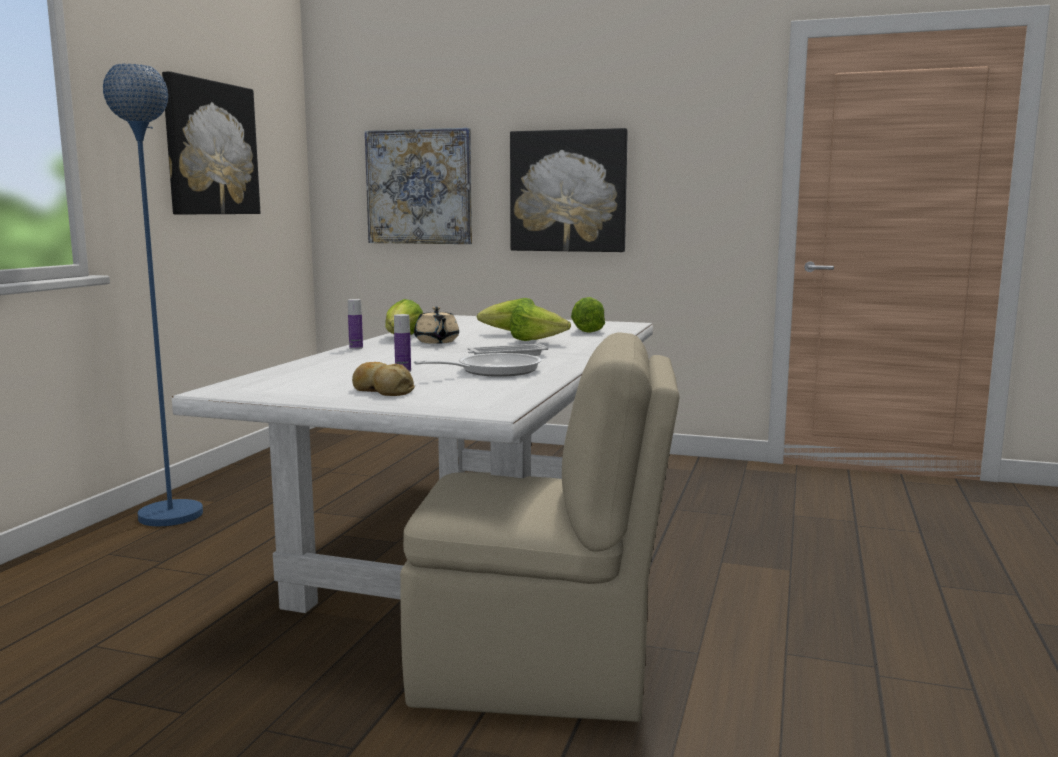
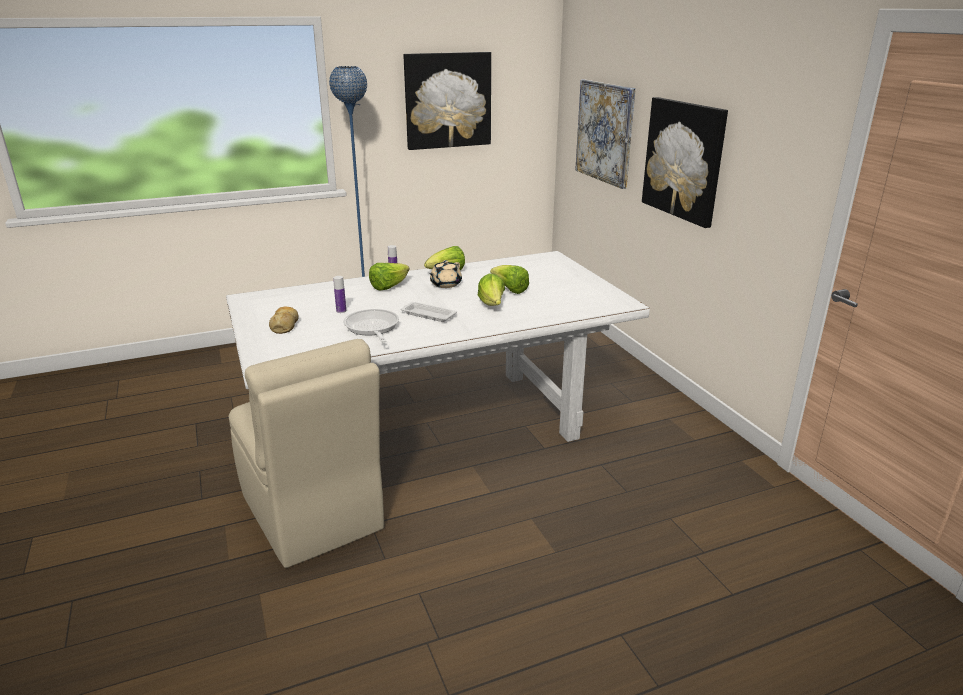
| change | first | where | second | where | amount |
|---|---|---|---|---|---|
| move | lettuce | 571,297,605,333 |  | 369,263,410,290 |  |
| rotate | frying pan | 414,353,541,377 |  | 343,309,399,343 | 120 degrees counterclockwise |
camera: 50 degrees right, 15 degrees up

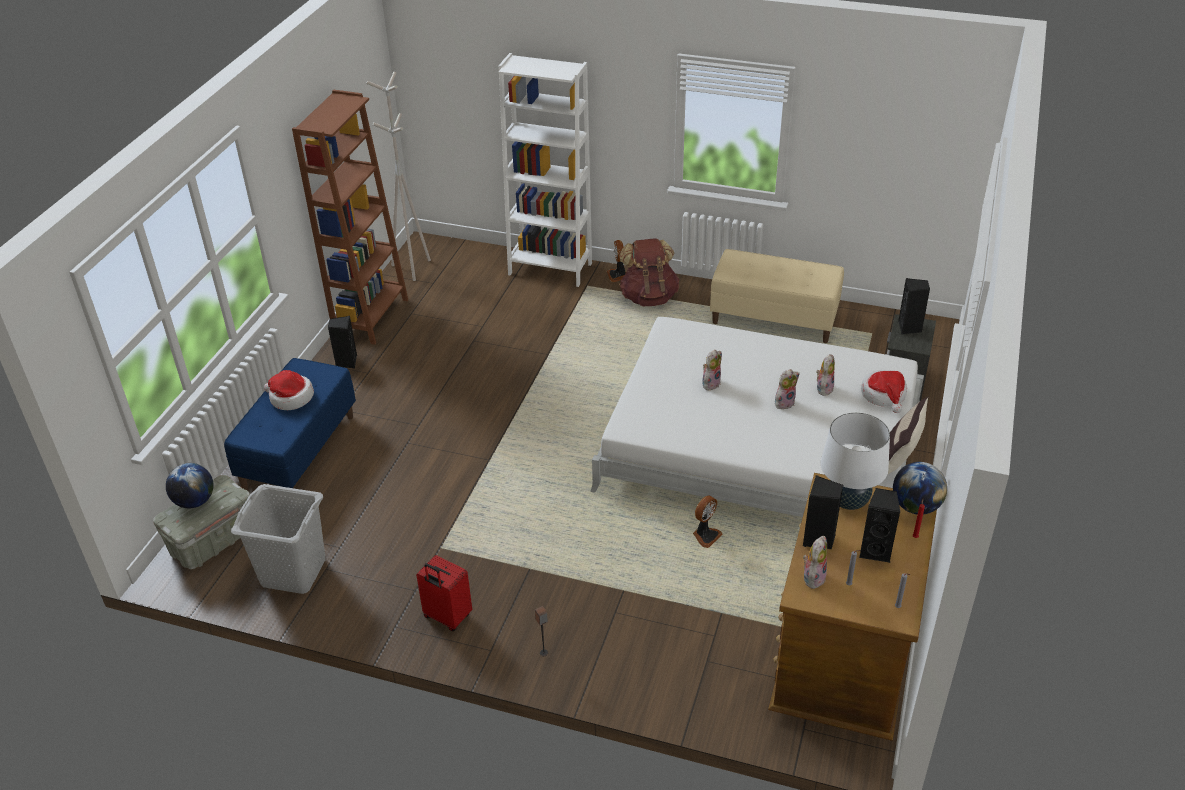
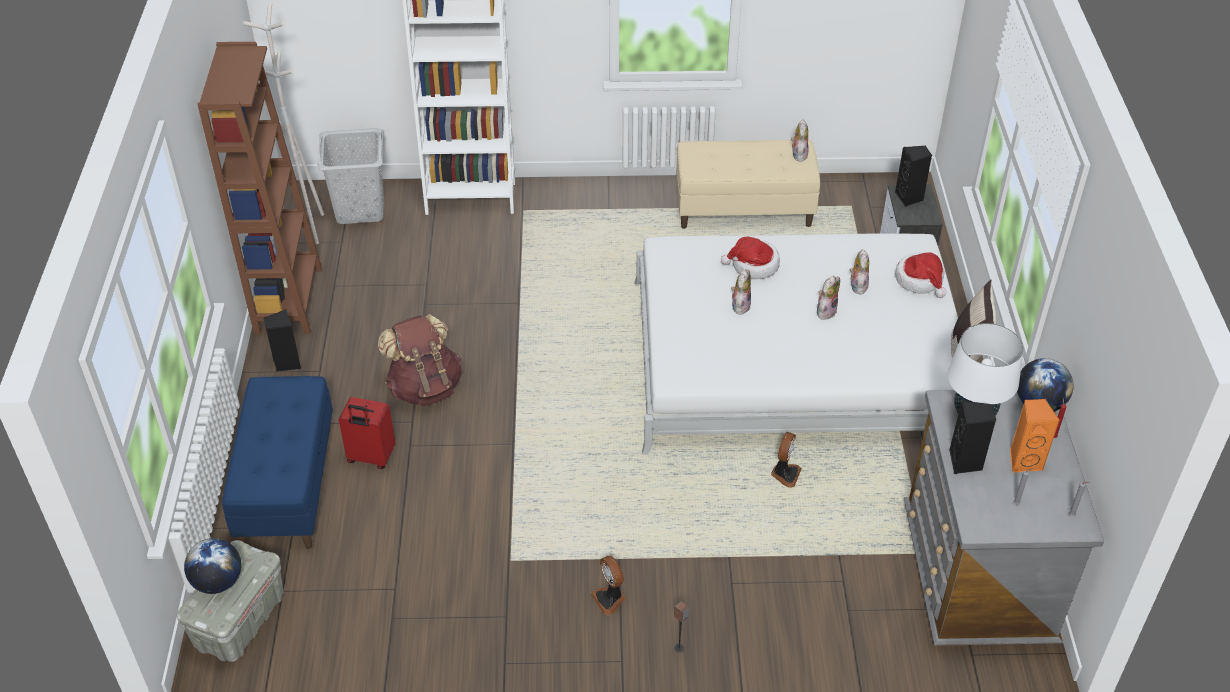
| change | first | where | second | where | amount |
|---|---|---|---|---|---|
| move | laundry basket (grey) | 231,484,326,594 |  | 318,128,384,224 |  |
| move | hat | 264,370,314,410 |  | 721,236,780,279 |  |
| move | suitcase (red) | 416,555,472,631 |  | 339,397,396,469 |  |
| move | fan | 607,240,626,282 |  | 591,556,626,615 |  |
| move | backpack (brown) | 619,238,680,306 |  | 378,314,462,406 |  |
| move | plush toy | 803,536,827,589 |  | 791,120,809,162 |  |
| recolor | dresser (brown) | 768,473,937,741 | dresser (grey) | 904,390,1104,646 |  |
| recolor | speaker (black) | 859,488,900,563 | speaker (orange) | 1010,399,1060,473 |  |
camera: 20 degrees left, 5 degrees up

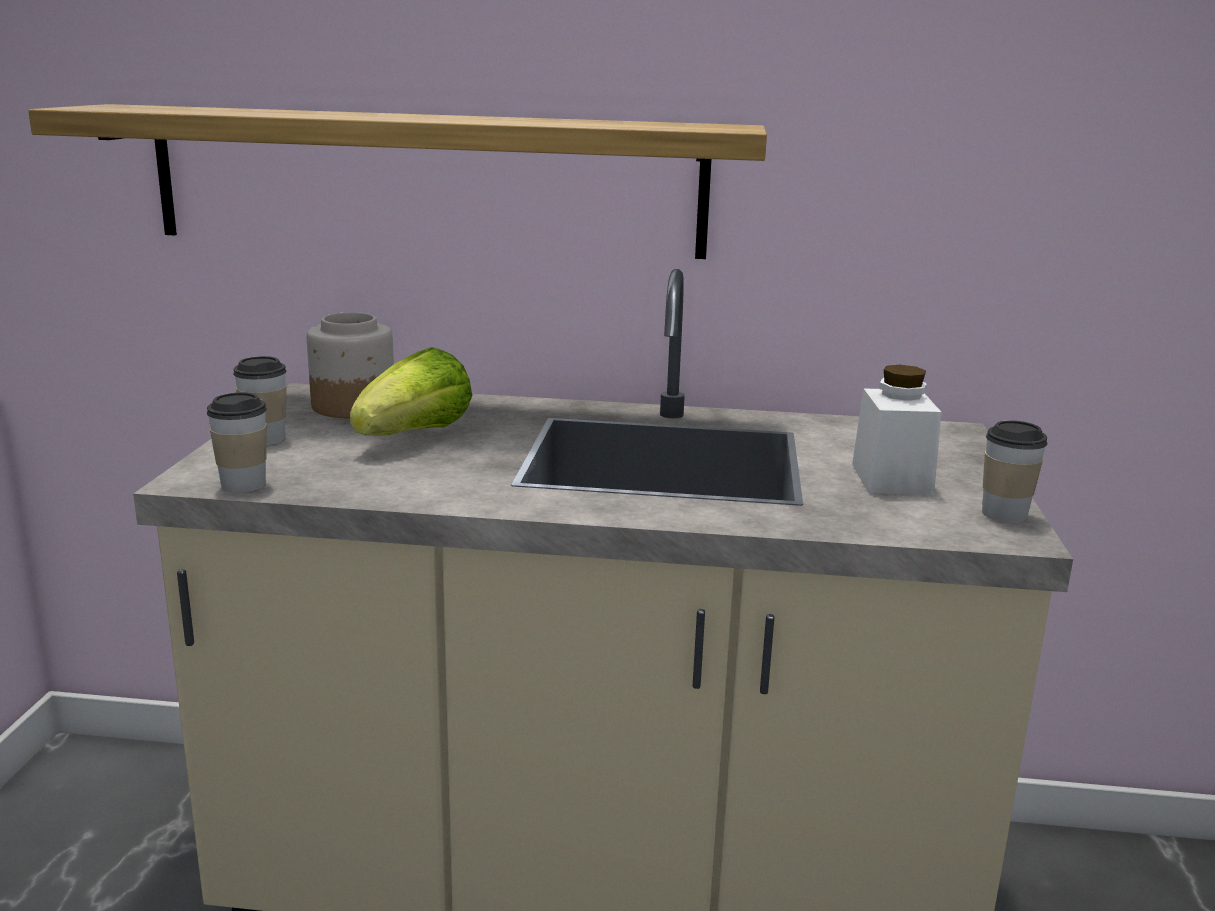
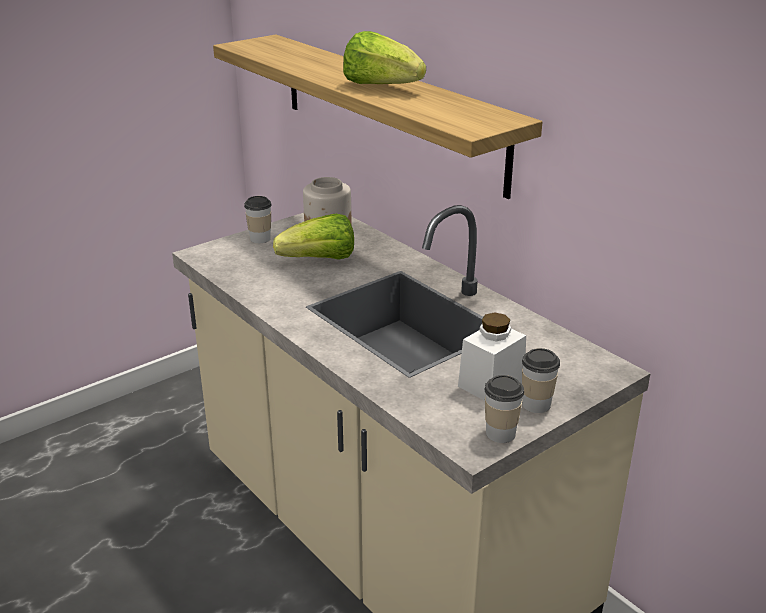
| change | first | where | second | where | amount |
|---|---|---|---|---|---|
| insert |  |  | lettuce | 343,31,426,84 |  |
| move | cup | 207,392,267,493 |  | 522,348,560,413 |  |
camera: 45 degrees right, 10 degrees up

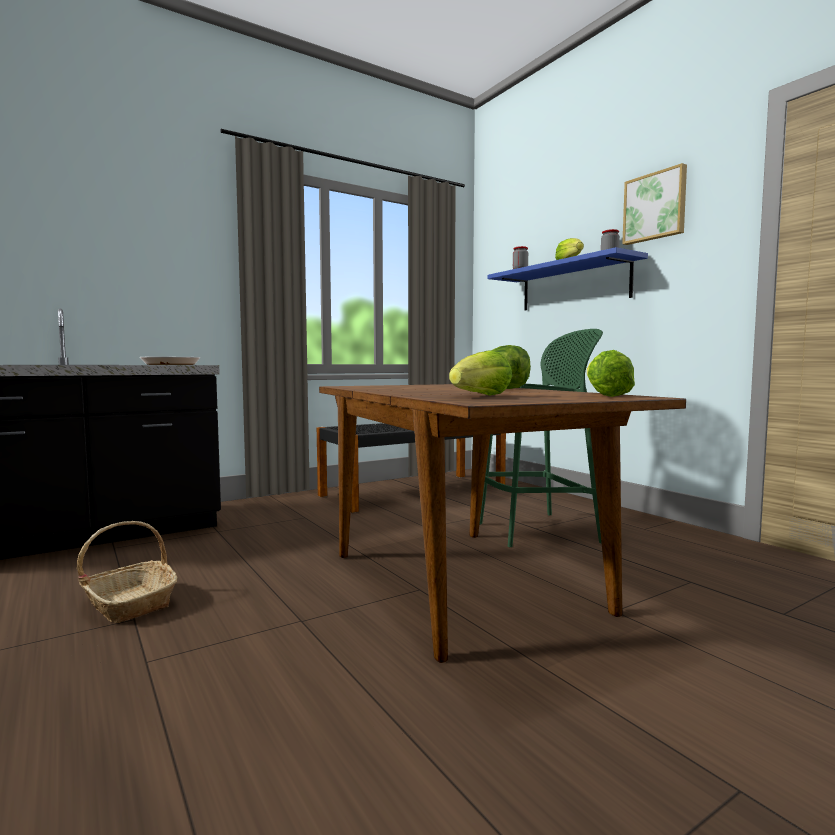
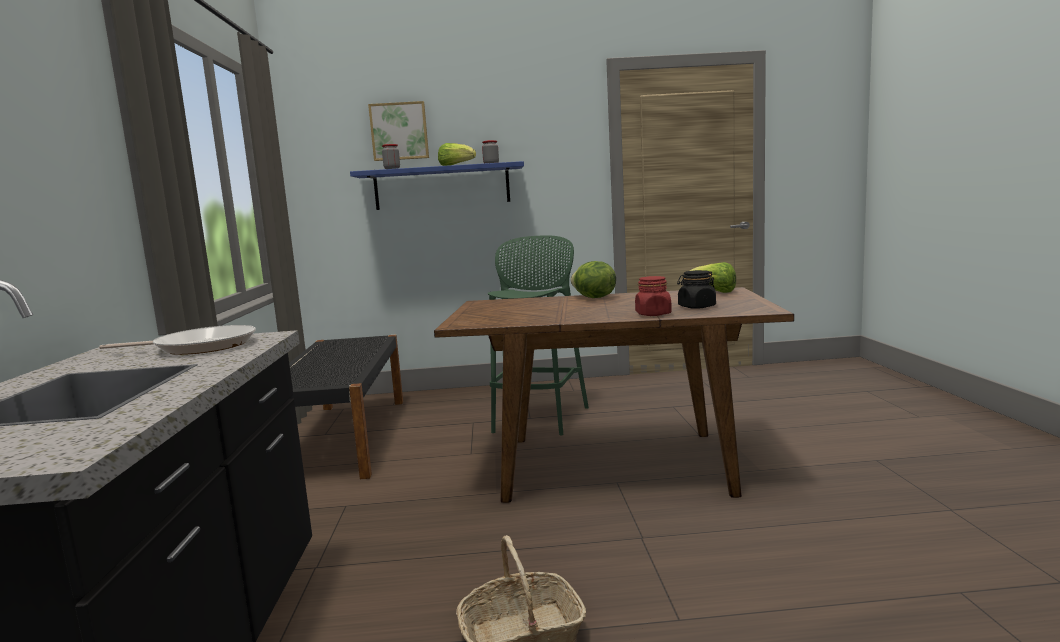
| change | first | where | second | where | amount |
|---|---|---|---|---|---|
| insert |  |  | jar (red) | 635,276,672,316 |  |
| move | picture | 622,163,687,245 |  | 368,101,429,161 |  |
| replace | lettuce | 449,350,512,396 | jar (black) | 677,270,716,309 |  |
camera: 60 degrees left, 5 degrees up

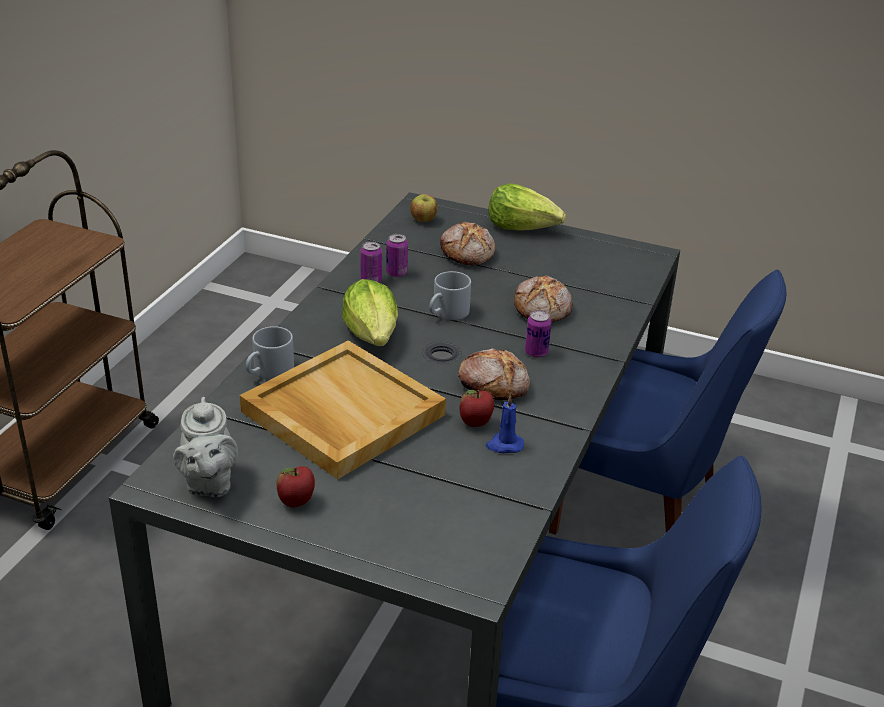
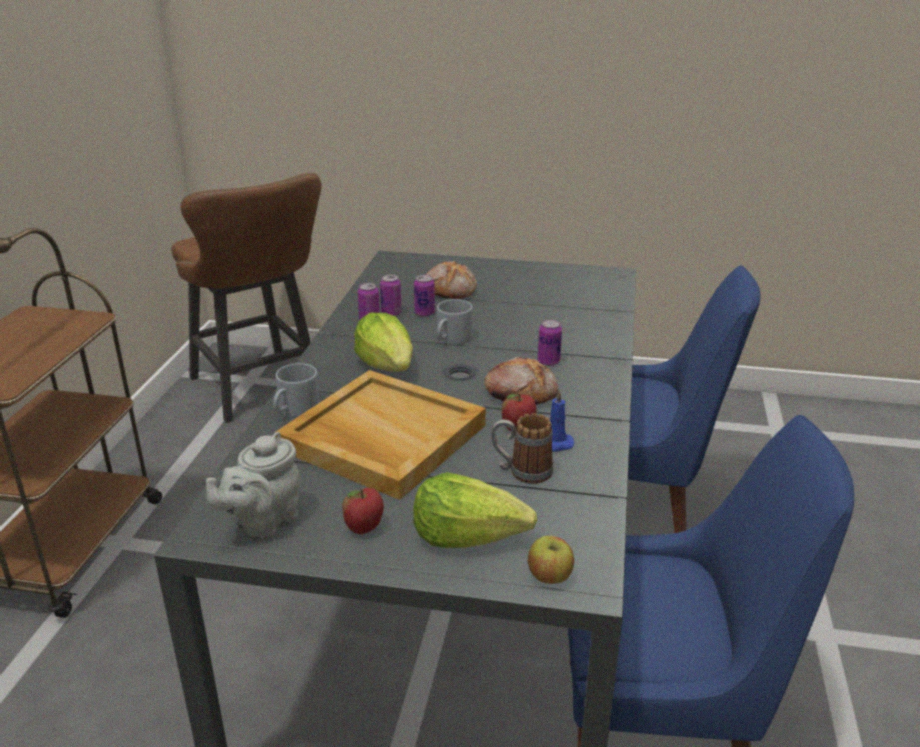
| change | first | where | second | where | amount |
|---|---|---|---|---|---|
| delete | bread | 514,275,573,322 |  |  |  |
| insert |  |  | stool (brown) | 171,173,321,423 |  |
| insert |  |  | can | 414,275,435,317 |  |
| insert |  |  | mug | 491,413,553,484 |  |
| move | apple | 410,194,438,222 |  | 528,536,574,584 |  |
| move | lettuce | 488,183,566,231 |  | 413,472,537,548 |  |
| rotate | teapot (grey) | 173,397,238,497 |  | 206,432,300,541 | 60 degrees clockwise |
camera: 10 degrees left, 5 degrees down

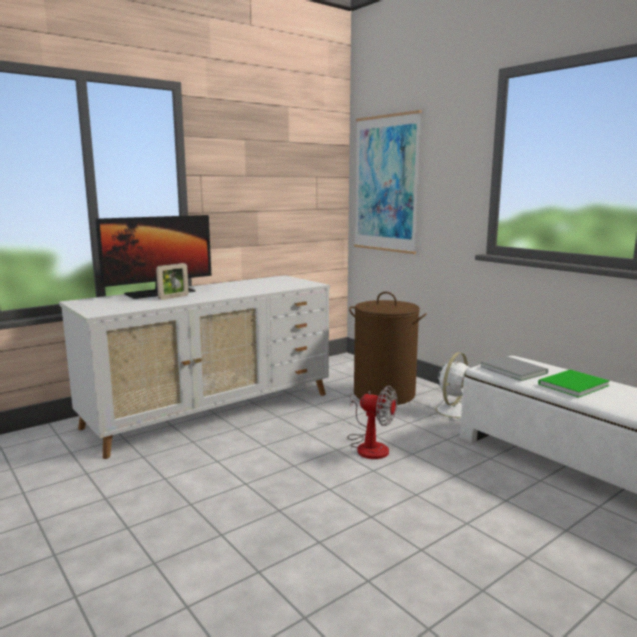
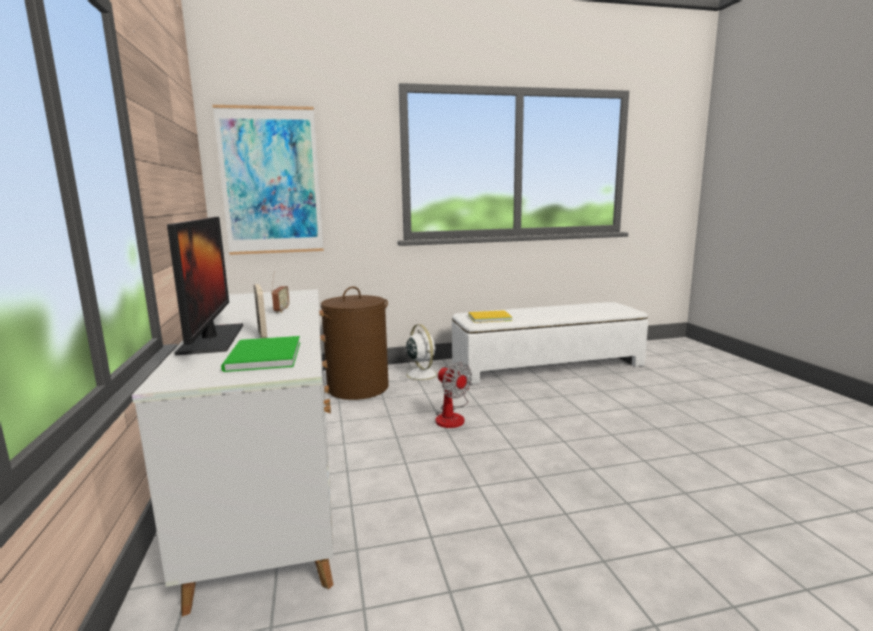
| change | first | where | second | where | amount |
|---|---|---|---|---|---|
| insert |  |  | radio | 271,271,289,313 |  |
| move | book (green) | 538,370,610,398 |  | 221,336,300,372 |  |
| recolor | book (grey) | 480,356,548,381 | book (yellow) | 469,310,512,323 |  |
| rotate | fan | 348,386,397,459 |  | 436,362,472,428 | 90 degrees clockwise |
camera: 65 degrees left, 0 degrees up

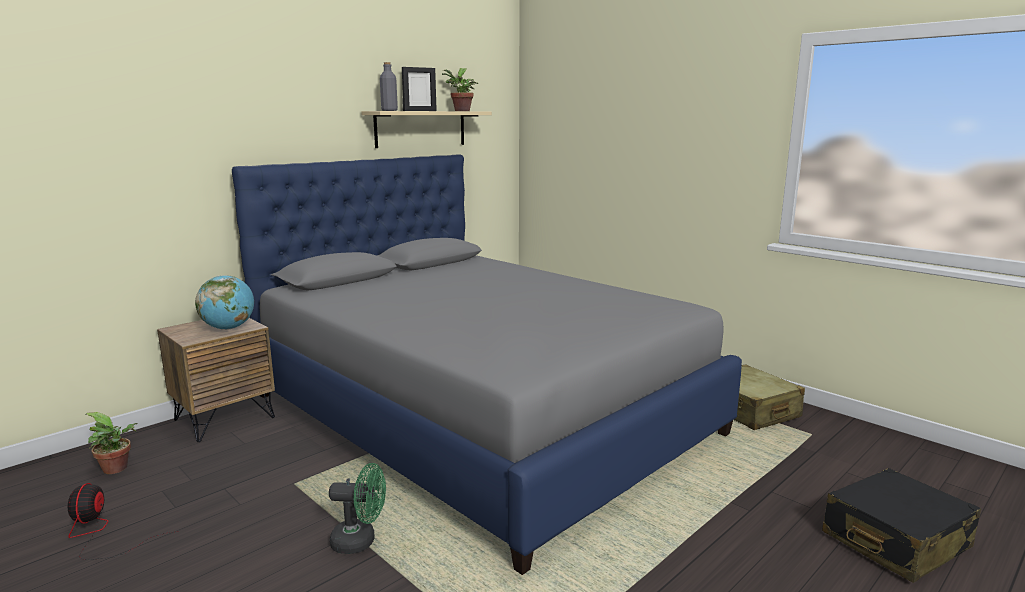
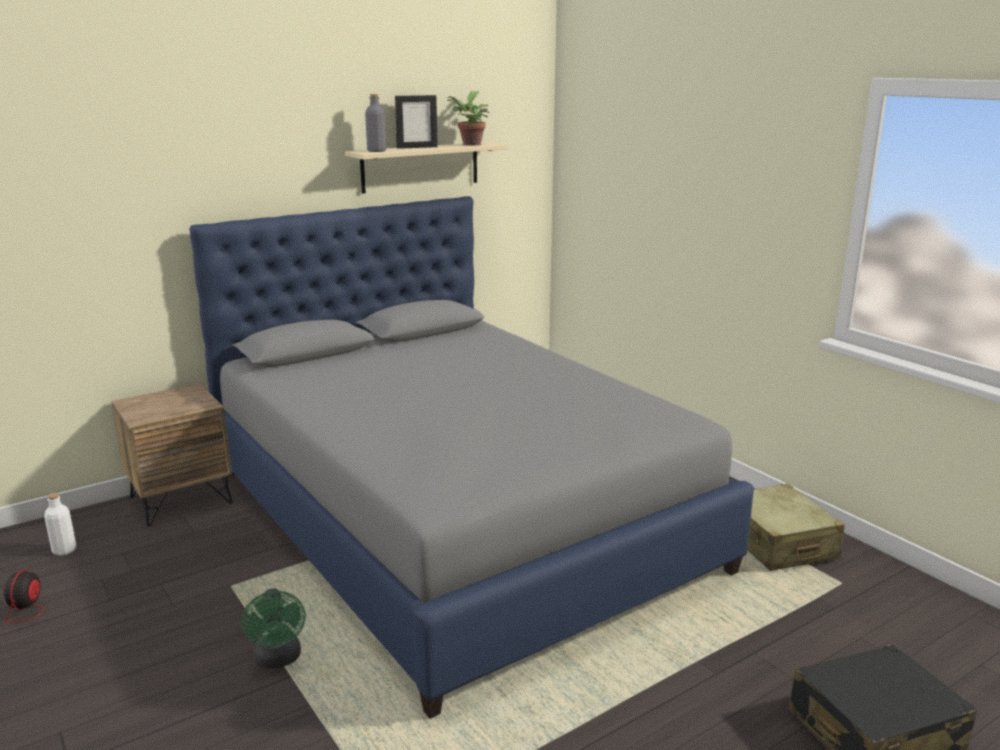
| change | first | where | second | where | amount |
|---|---|---|---|---|---|
| delete | globe | 195,275,254,330 |  |  |  |
| replace | potted plant | 86,412,138,474 | bottle (white) | 44,493,76,556 |  |
| rotate | fan (green) | 329,463,386,554 |  | 241,588,306,669 | 60 degrees clockwise |
camera: 10 degrees right, 5 degrees up

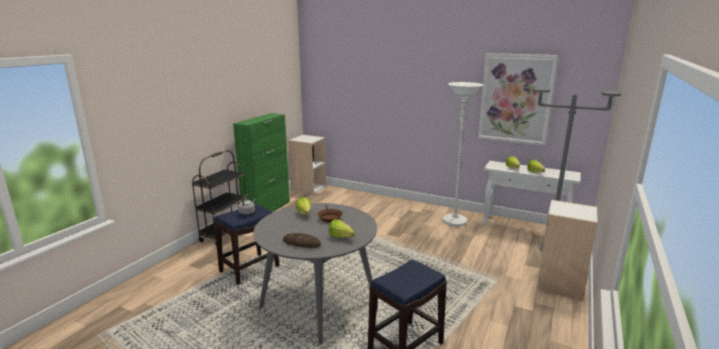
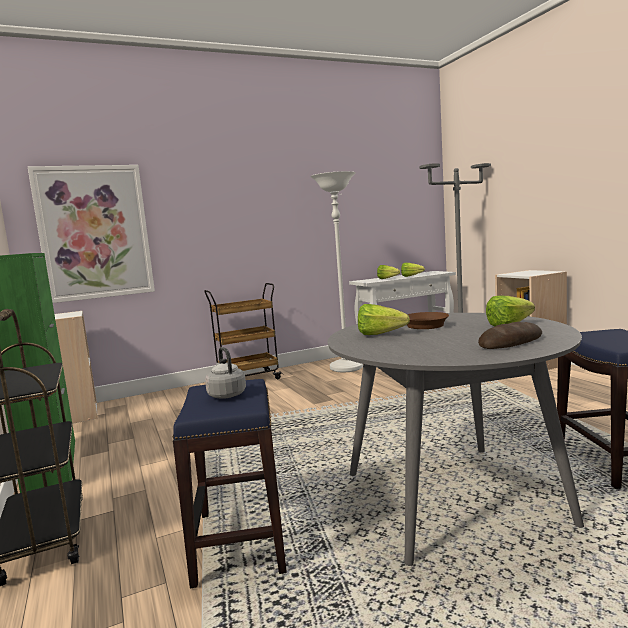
| change | first | where | second | where | amount |
|---|---|---|---|---|---|
| insert |  |  | cart (brown) | 204,283,284,379 |  |
| move | picture | 478,53,558,145 |  | 27,165,155,303 |  |
camera: 50 degrees left, 10 degrees down

